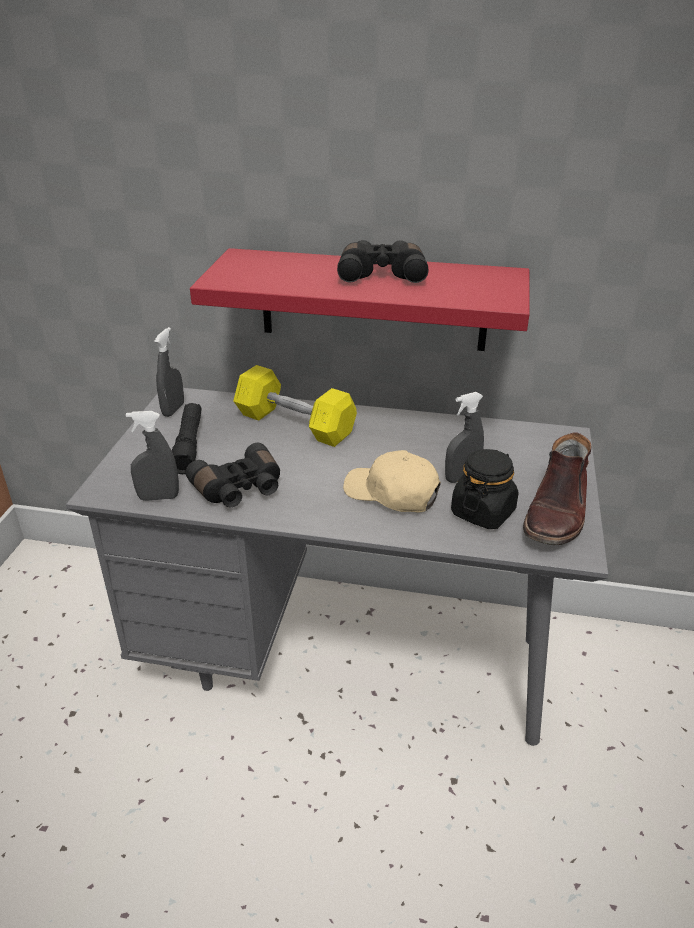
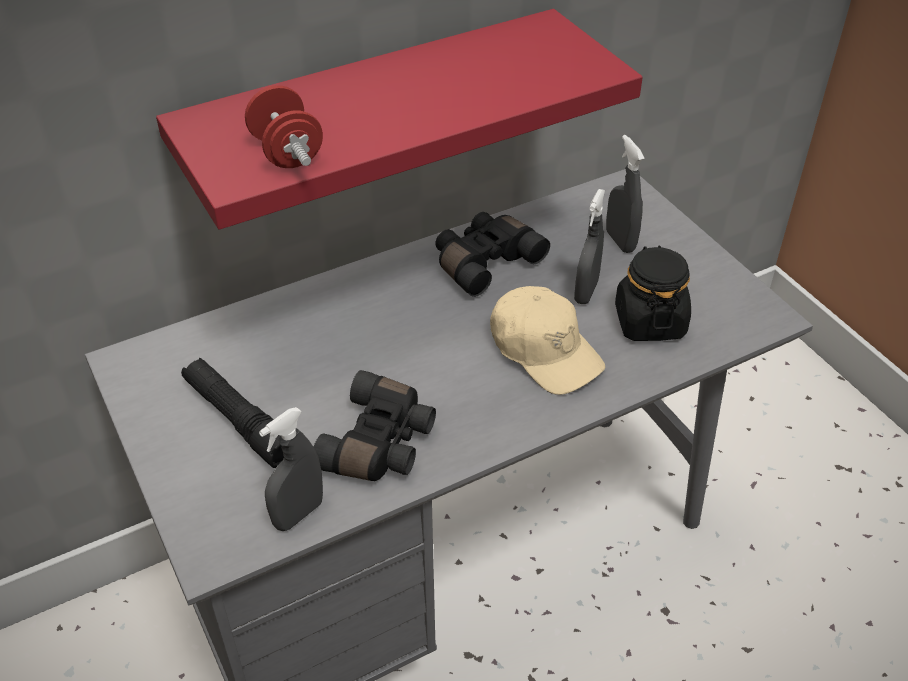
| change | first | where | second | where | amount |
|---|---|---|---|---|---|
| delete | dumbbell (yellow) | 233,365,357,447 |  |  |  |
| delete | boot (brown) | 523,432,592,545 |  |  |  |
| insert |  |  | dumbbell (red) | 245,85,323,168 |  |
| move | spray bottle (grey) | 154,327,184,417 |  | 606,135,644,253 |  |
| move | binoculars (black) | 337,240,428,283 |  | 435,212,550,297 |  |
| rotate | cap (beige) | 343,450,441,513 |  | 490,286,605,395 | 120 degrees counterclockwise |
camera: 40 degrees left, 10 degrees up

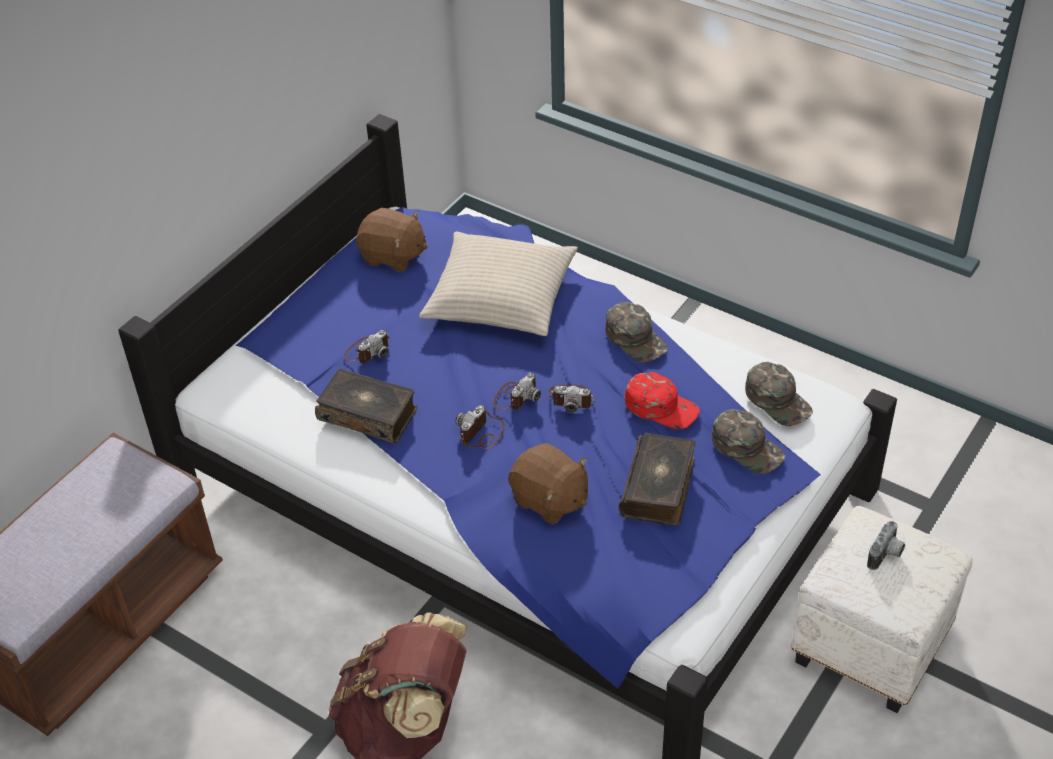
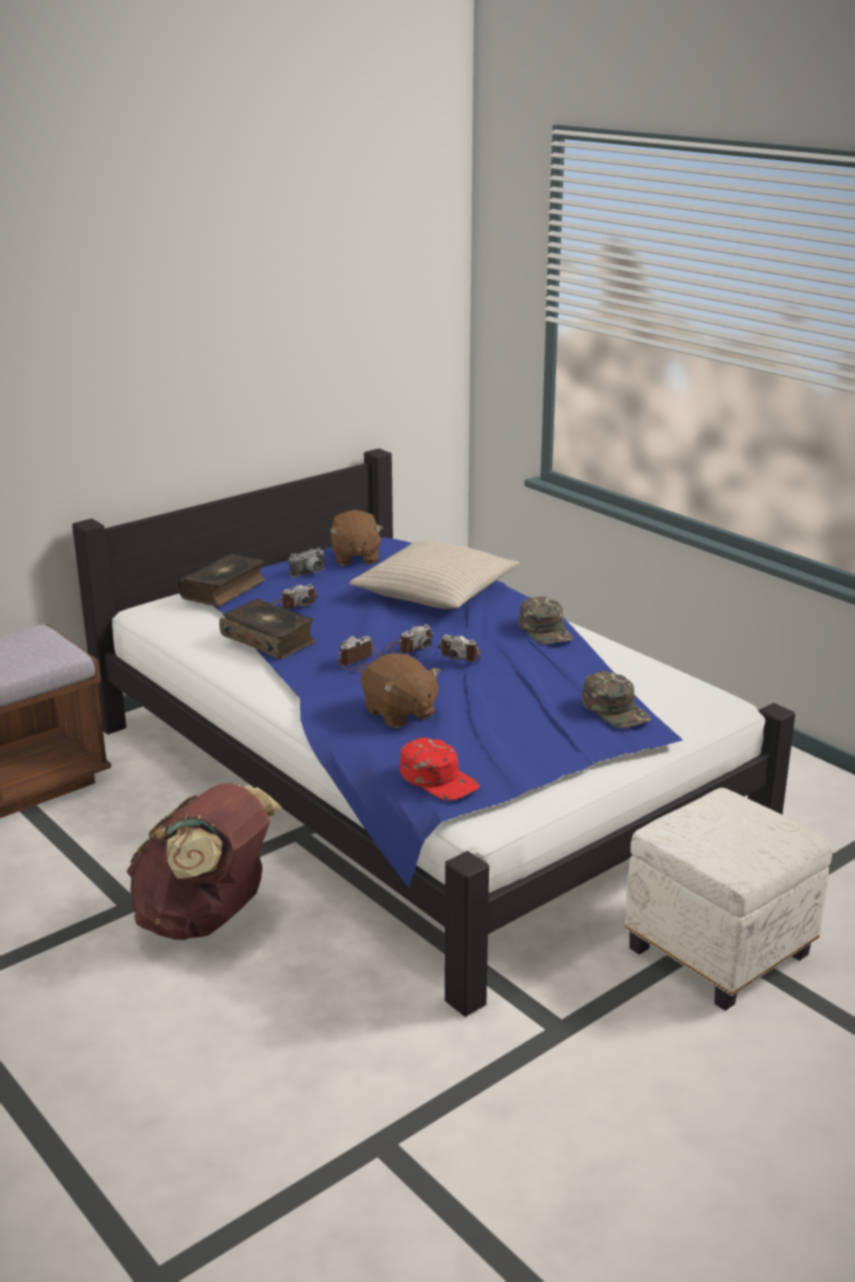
| change | first | where | second | where | amount |
|---|---|---|---|---|---|
| delete | cap (green) | 745,362,813,426 |  |  |  |
| move | book | 619,433,695,525 |  | 178,553,265,607 |  |
| move | cap (red) | 625,372,700,429 |  | 400,738,480,800 |  |
| move | photo camera | 867,521,905,570 |  | 289,547,325,578 |  |
| rotate | plush toy (brown) | 356,208,428,272 |  | 330,510,383,566 | 45 degrees clockwise |
camera: 15 degrees right, 20 degrees down

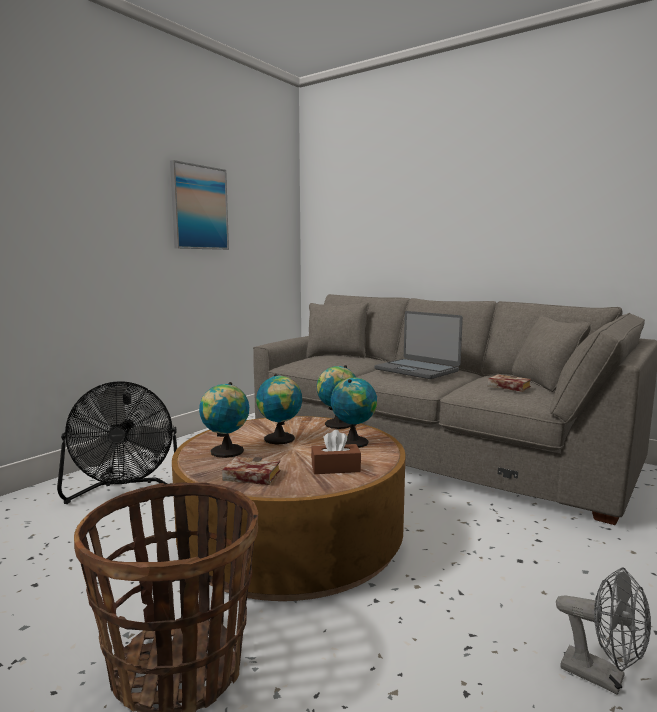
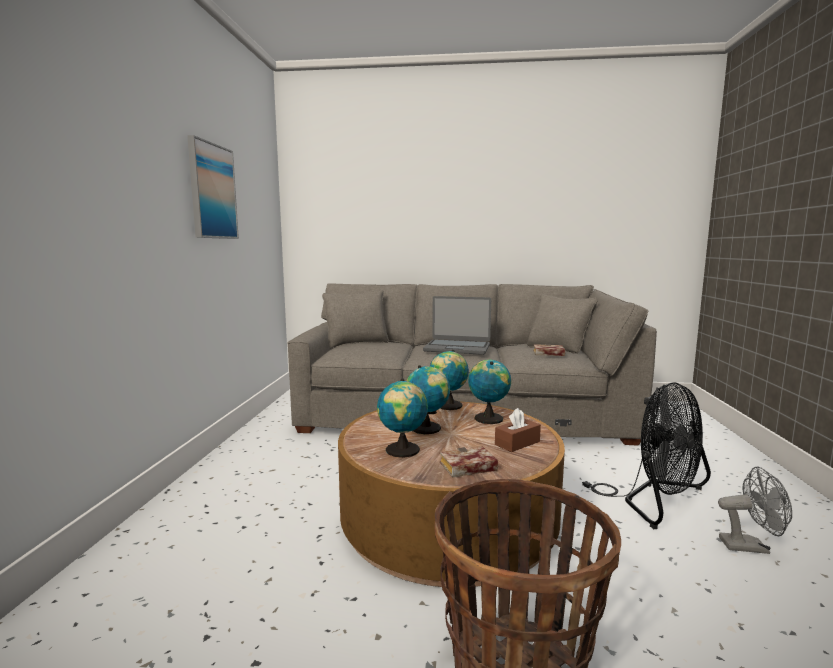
| change | first | where | second | where | amount |
|---|---|---|---|---|---|
| move | fan (black) | 57,381,177,504 |  | 583,382,711,529 |  |
camera: 30 degrees left, 0 degrees up

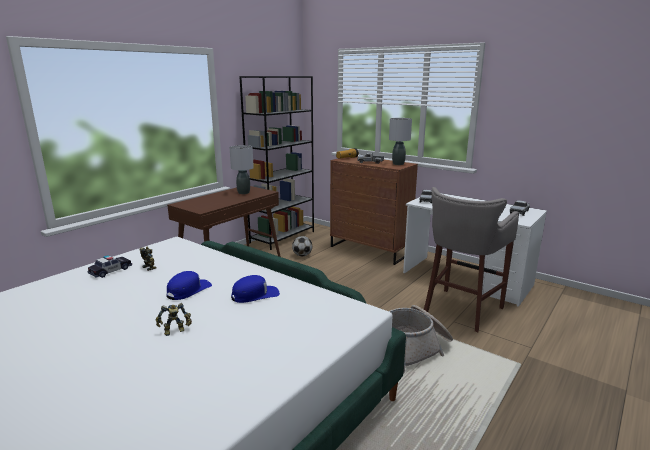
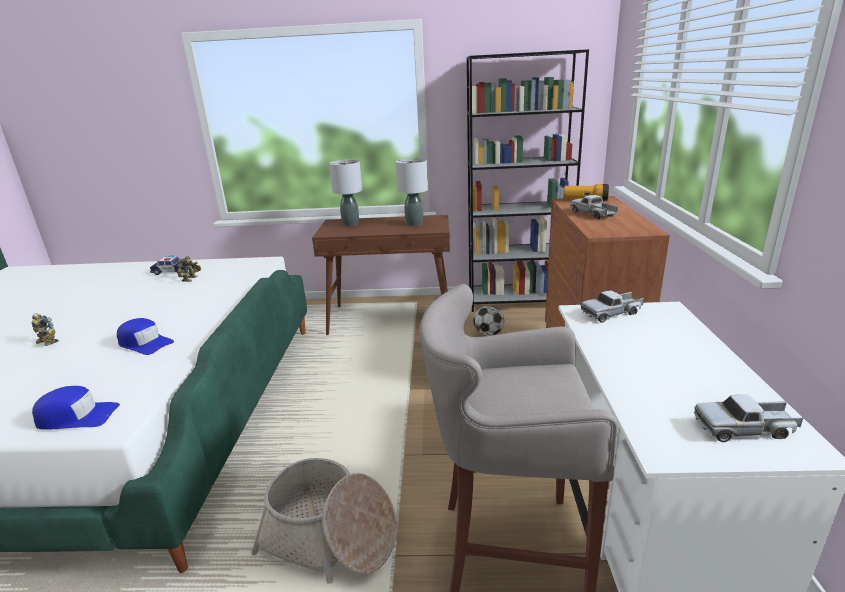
| change | first | where | second | where | amount |
|---|---|---|---|---|---|
| move | cap (blue) | 167,271,212,300 |  | 32,386,120,430 |  |
| move | table lamp (grey) | 389,118,412,165 |  | 329,160,362,226 |  |
camera: 55 degrees right, 5 degrees up

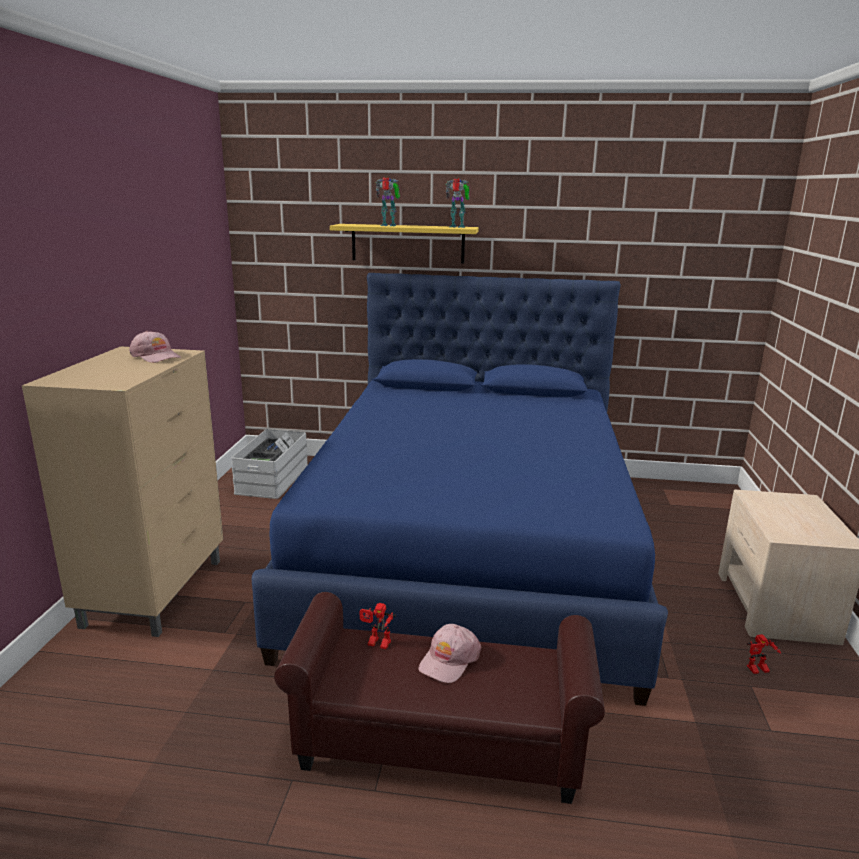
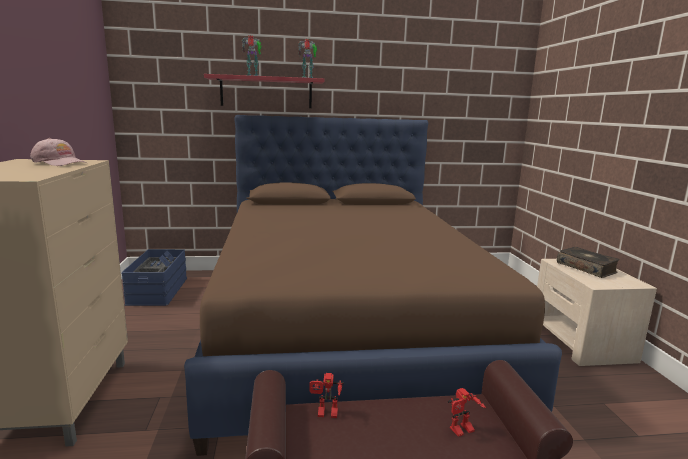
| change | first | where | second | where | amount |
|---|---|---|---|---|---|
| delete | cap (pink) | 418,624,481,683 |  |  |  |
| insert |  |  | book | 557,247,619,278 |  |
| move | toy robot | 747,634,781,674 |  | 448,388,486,437 |  |
| recolor | storage box (grey) | 231,429,308,499 | storage box (blue) | 122,249,187,306 |  |
| recolor | bed (blue) | 252,273,668,706 | bed (brown) | 184,115,562,456 |  |
| recolor | shelf (yellow) | 330,224,479,264 | shelf (red) | 204,74,324,108 |  |
camera: 15 degrees left, 5 degrees down

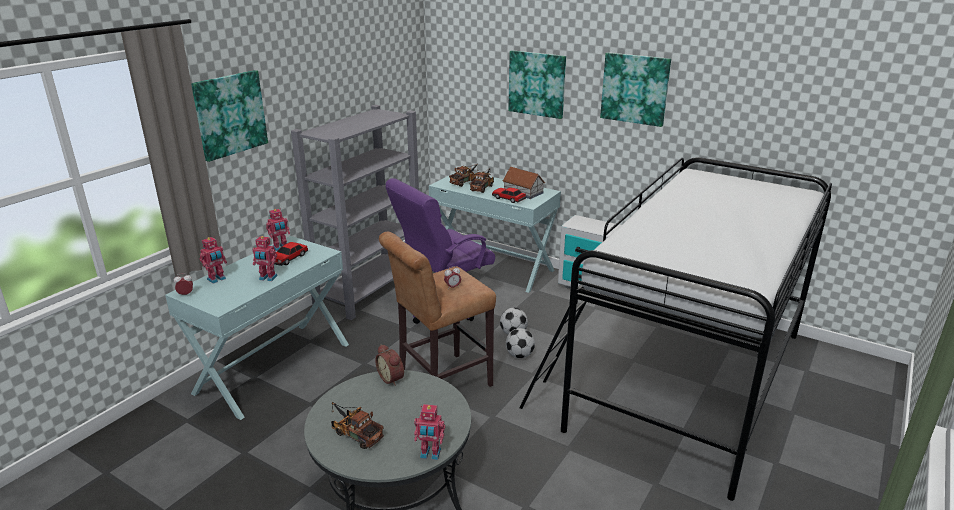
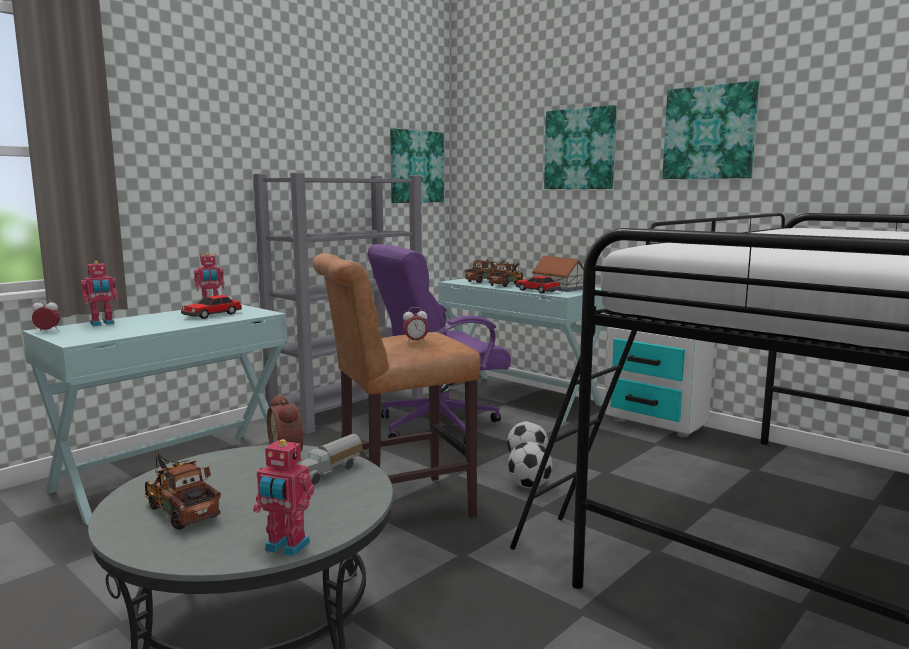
| change | first | where | second | where | amount |
|---|---|---|---|---|---|
| delete | toy robot | 253,236,278,281 |  |  |  |
| insert |  |  | toy truck | 299,434,362,484 |  |
| move | picture | 191,70,268,162 |  | 390,128,444,203 |  |
camera: 10 degrees right, 15 degrees down

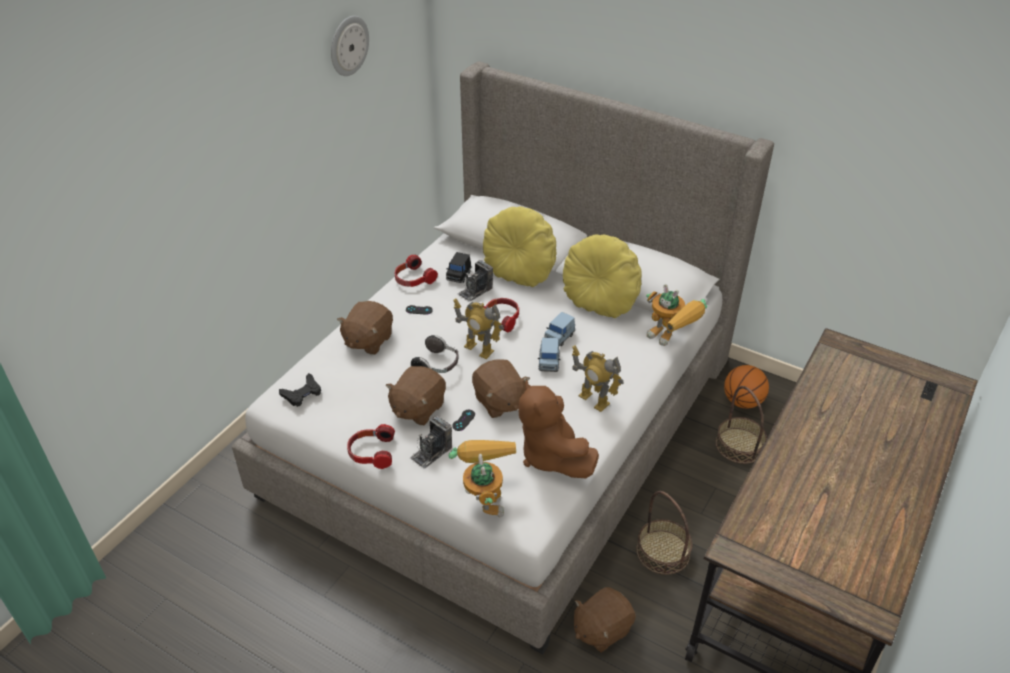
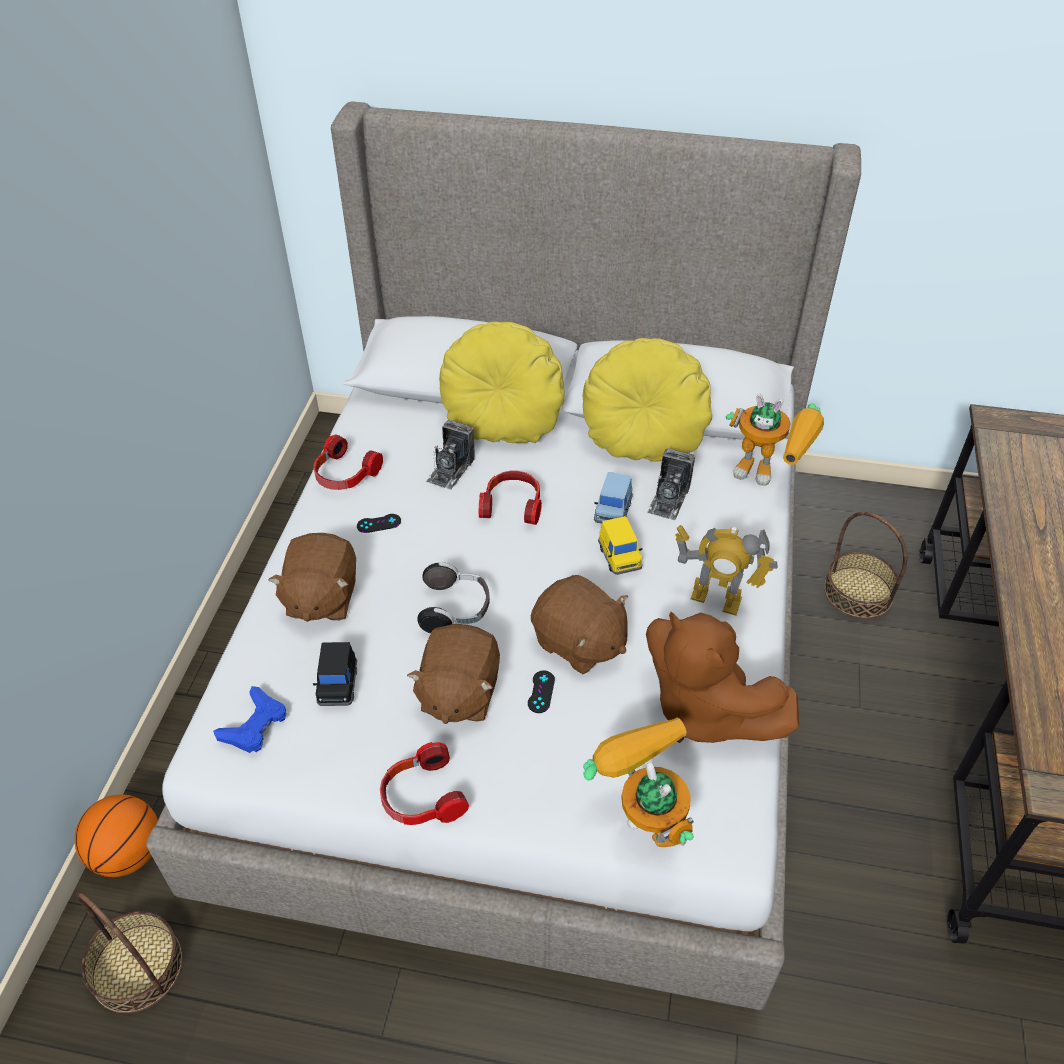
| change | first | where | second | where | amount |
|---|---|---|---|---|---|
| delete | wall clock | 331,16,369,76 |  |  |  |
| delete | toy robot | 453,299,504,359 |  |  |  |
| delete | plush toy (brown) | 574,587,636,653 |  |  |  |
| move | photo camera | 410,416,452,469 |  | 647,448,695,520 |  |
| move | toy car (black) | 446,252,472,283 |  | 313,642,357,706 |  |
| move | basket | 636,491,692,575 |  | 76,891,183,1013 |  |
| move | basketball | 724,365,769,408 |  | 74,795,158,877 |  |
| recolor | game controller (black) | 279,373,321,407 | game controller (blue) | 213,686,286,753 |  |
| recolor | toy car (blue) | 538,337,560,372 | toy car (yellow) | 598,516,642,575 |  |
camera: 20 degrees left, 5 degrees up

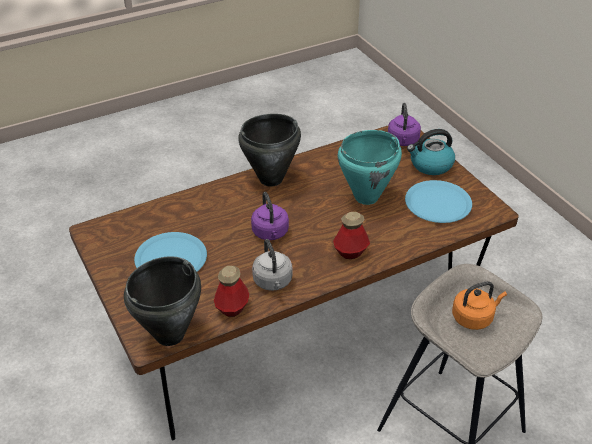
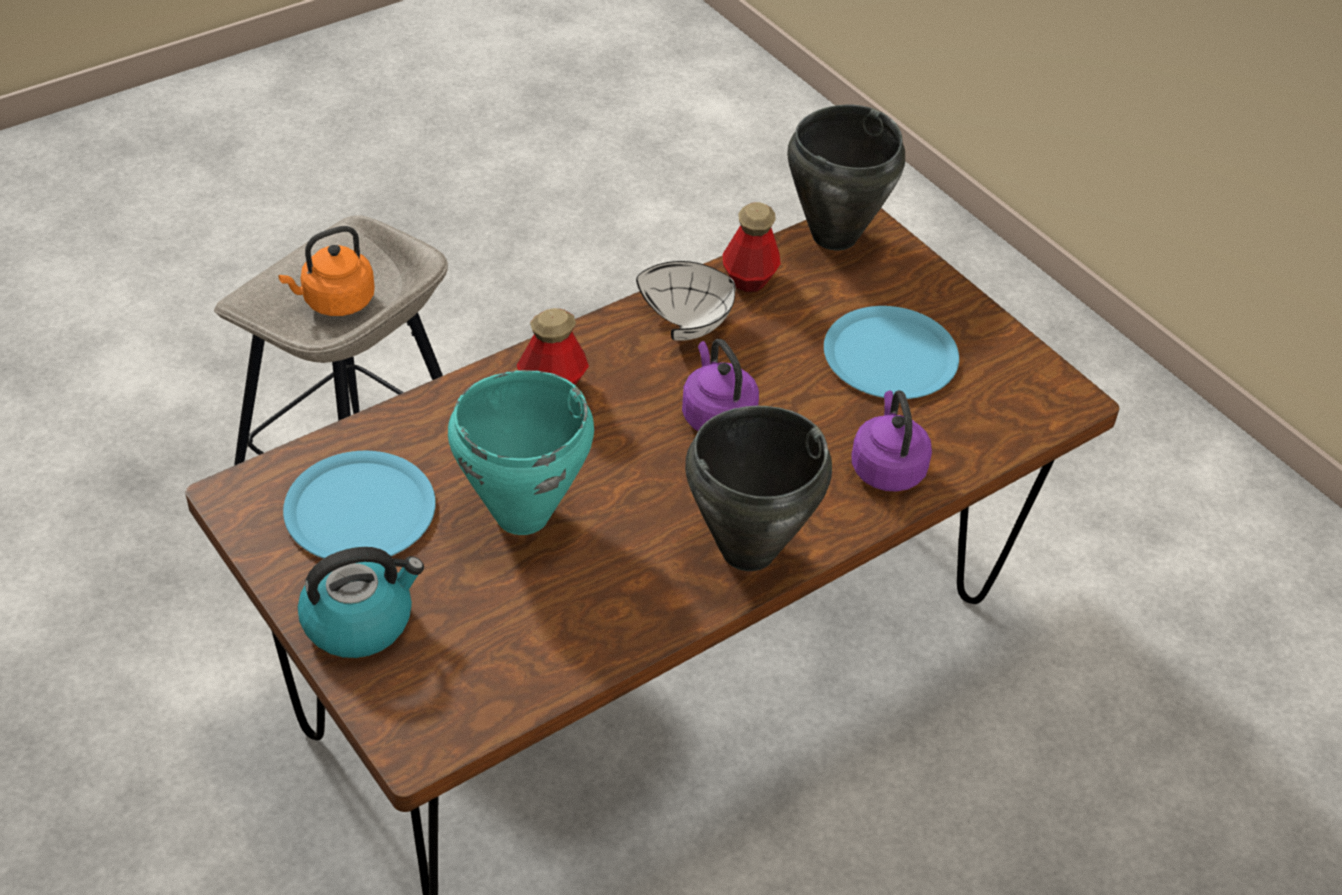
| change | first | where | second | where | amount |
|---|---|---|---|---|---|
| move | kettle (purple) | 388,103,421,146 |  | 851,390,932,492 |  |
| replace | kettle (grey) | 252,239,293,291 | bowl (white) | 636,261,736,341 |  |
camera: 170 degrees right, 5 degrees up

